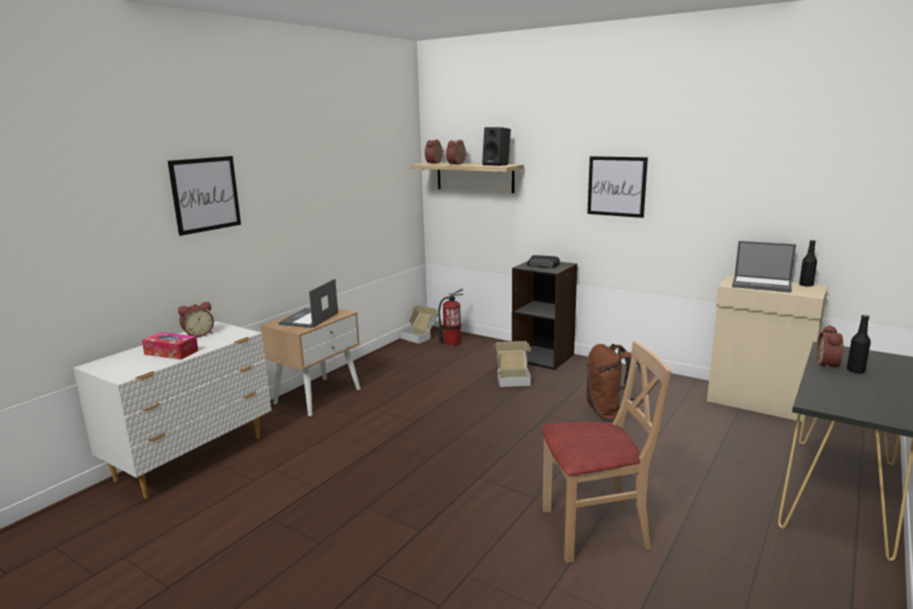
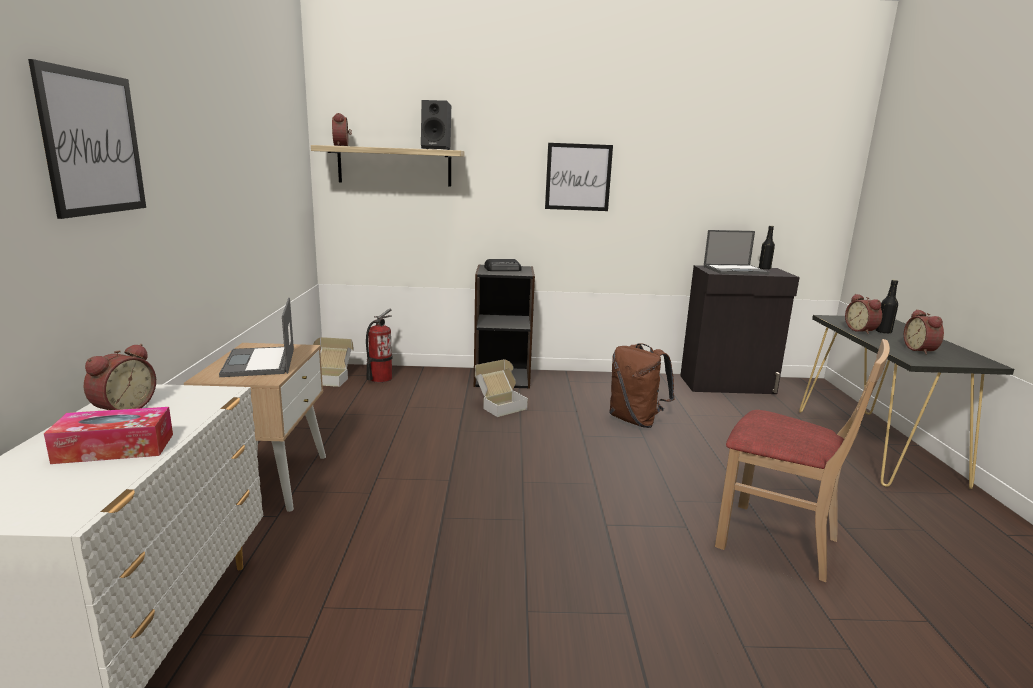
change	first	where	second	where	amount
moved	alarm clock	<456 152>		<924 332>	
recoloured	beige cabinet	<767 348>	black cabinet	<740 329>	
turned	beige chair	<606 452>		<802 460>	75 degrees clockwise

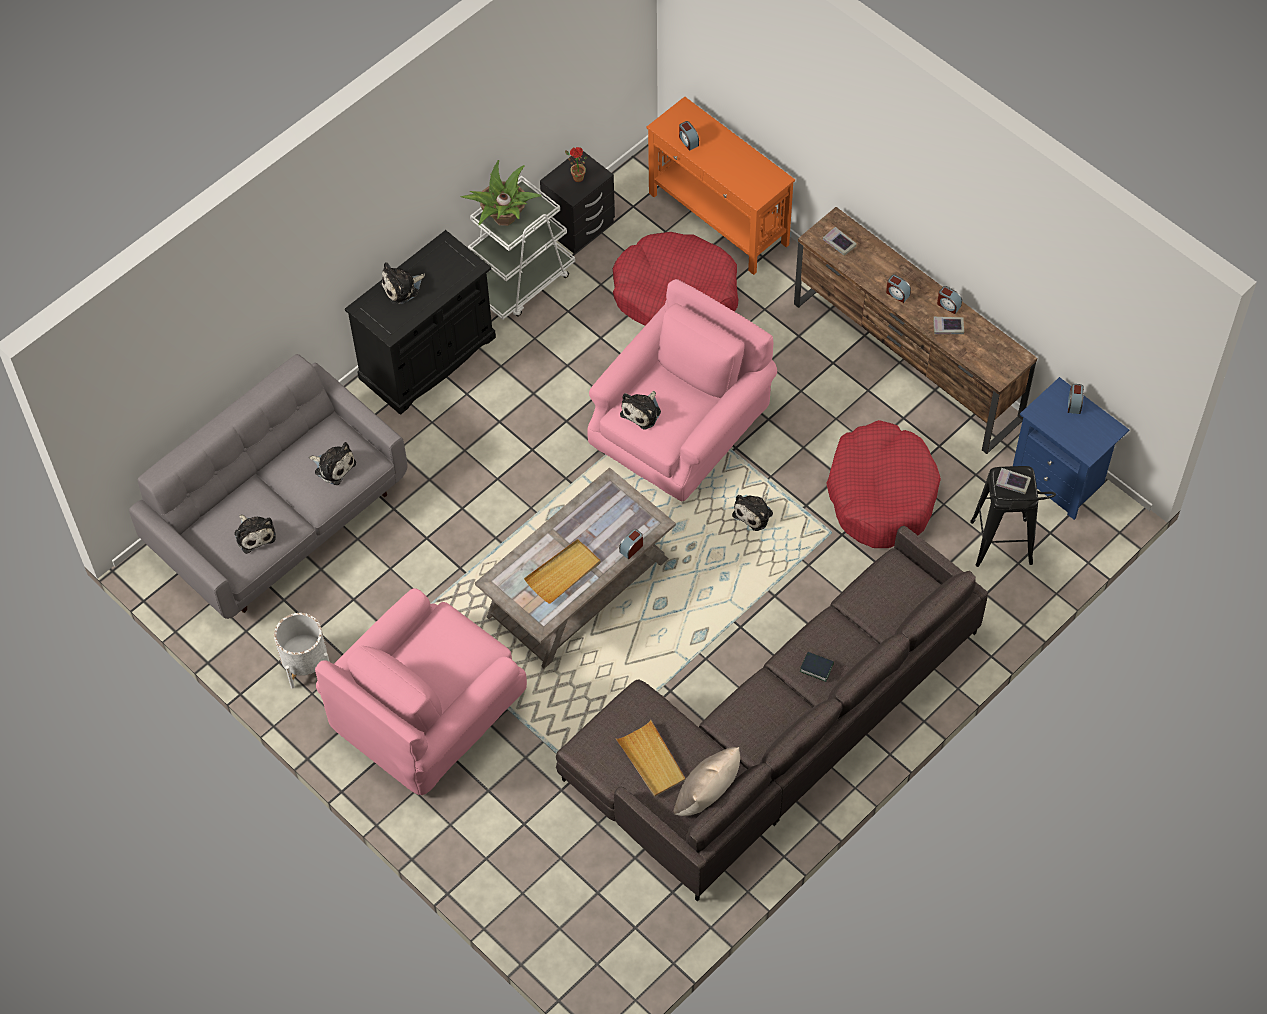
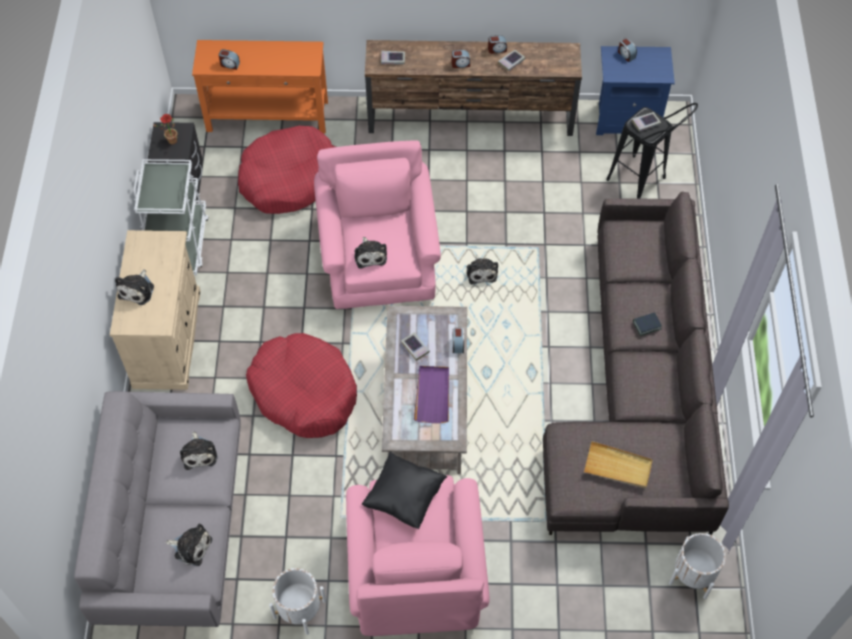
change	first	where	second	where	amount
removed	potted plant	<501 193>			
recoloured	black cabinet	<420 322>	beige cabinet	<155 310>	
moved	red dog bed	<883 484>		<301 385>	
turned	plush toy	<332 463>		<198 450>	90 degrees clockwise
recoloured	beige tray	<562 571>	purple tray	<431 394>	
removed	beige pillow	<706 781>			
added			book	<415 346>	
added			black pillow	<404 490>	
added			white planter	<697 566>	

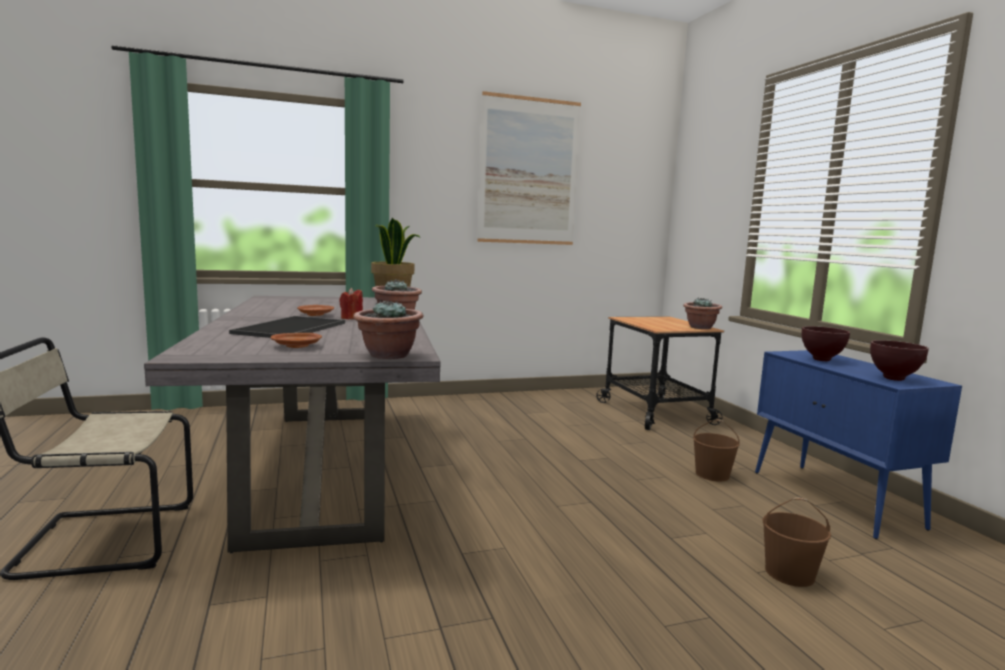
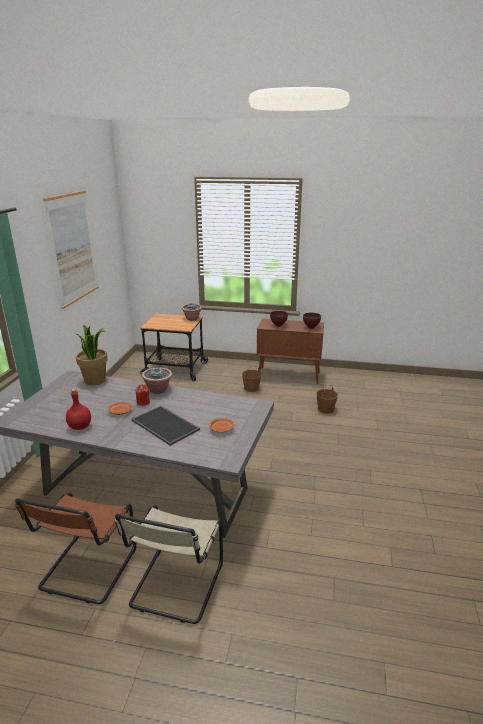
change	first	where	second	where	amount
removed	potted plant	<388 329>			
recoloured	blue cabinet	<858 444>	brown cabinet	<290 352>	
added			red bottle	<78 409>	
added			brown chair	<75 548>	

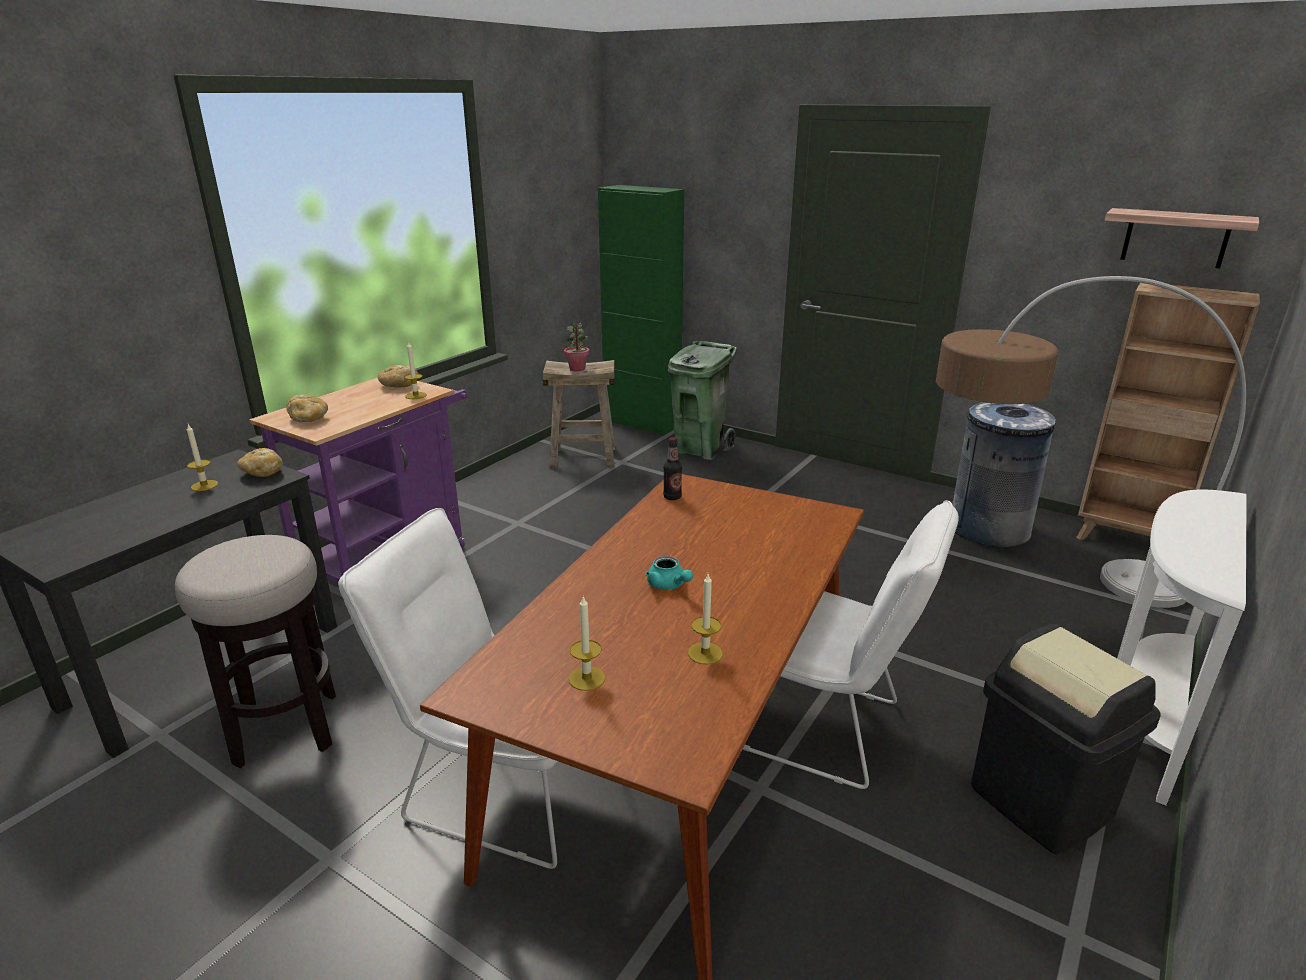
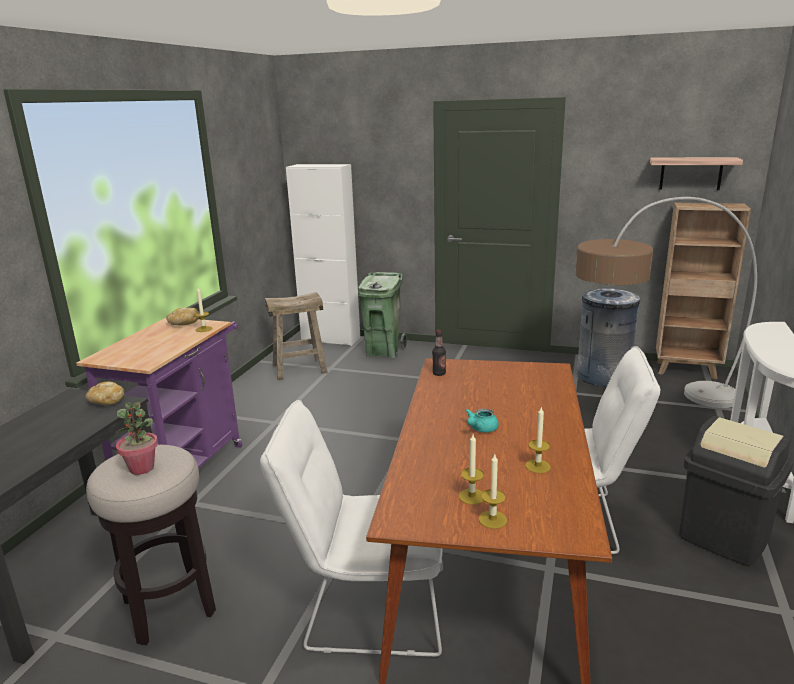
change	first	where	second	where	amount
recoloured	green cabinet	<641 310>	white cabinet	<323 255>	
moved	potted plant	<576 347>		<137 438>	
removed	bread	<307 408>			
moved	candle	<202 457>		<493 491>	
turned	turquoise teapot	<669 573>		<482 420>	90 degrees clockwise

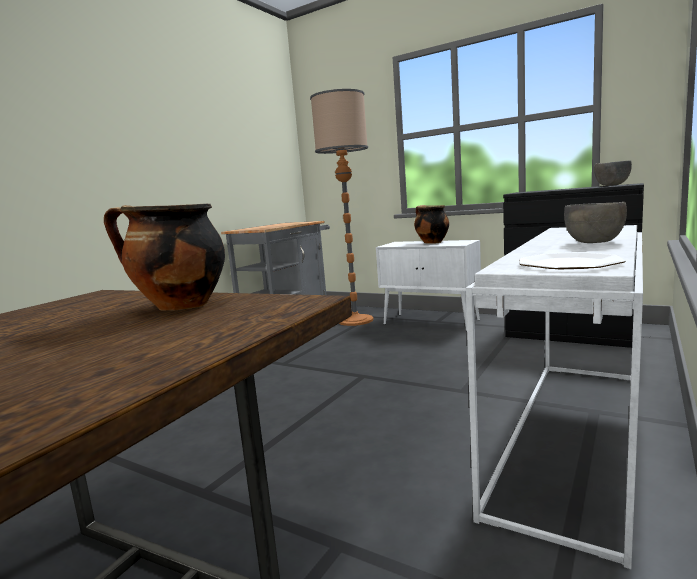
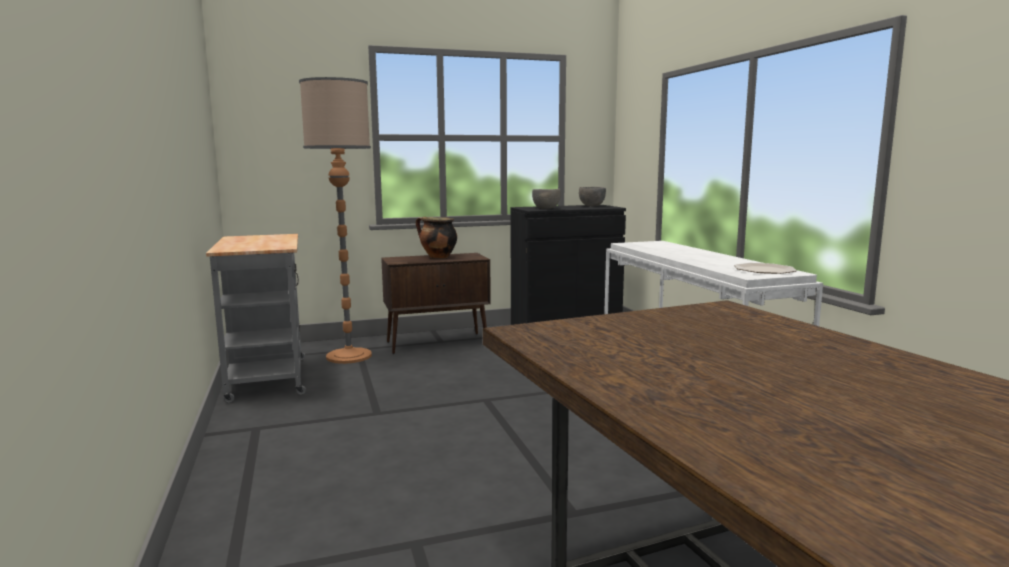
change	first	where	second	where	amount
moved	grey bowl	<595 222>		<546 199>	
removed	cooking pot	<164 257>			
recoloured	white cabinet	<428 285>	brown cabinet	<436 303>	

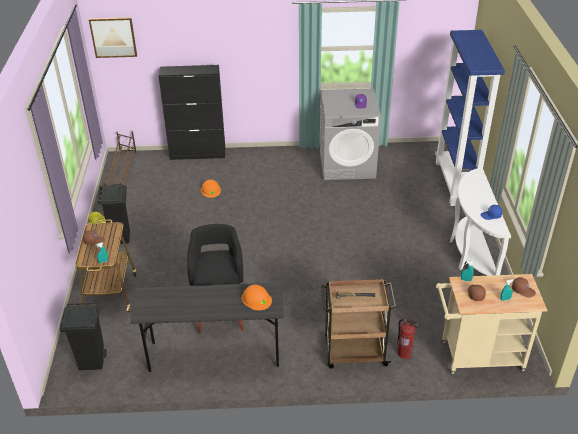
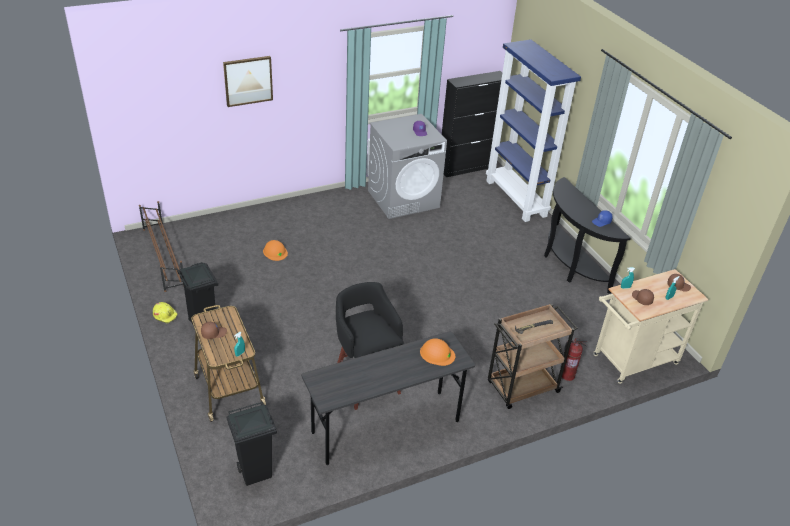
change	first	where	second	where	amount
moved	picture	<113 37>		<248 81>	
moved	black cabinet	<191 112>		<472 124>	
recoloured	white console table	<480 222>	black console table	<587 235>	

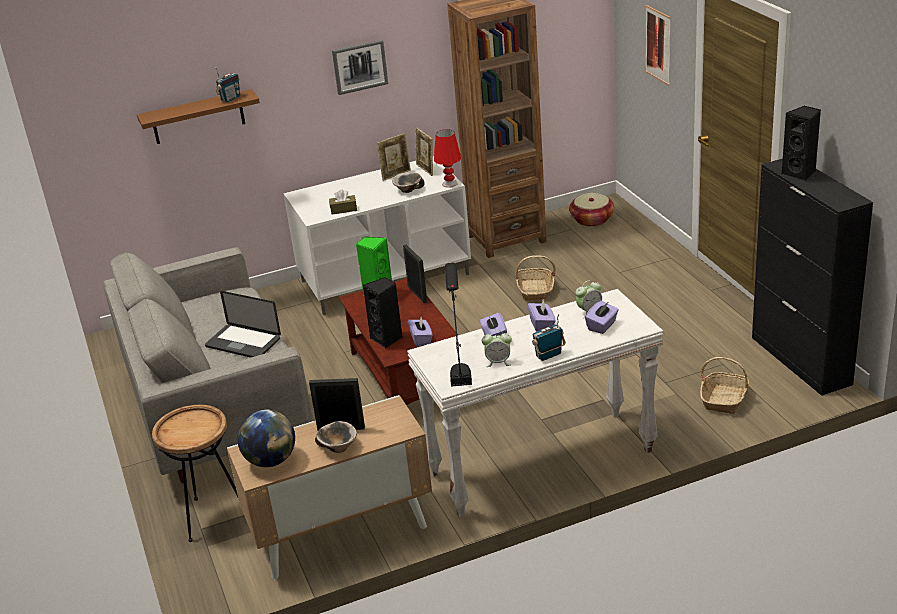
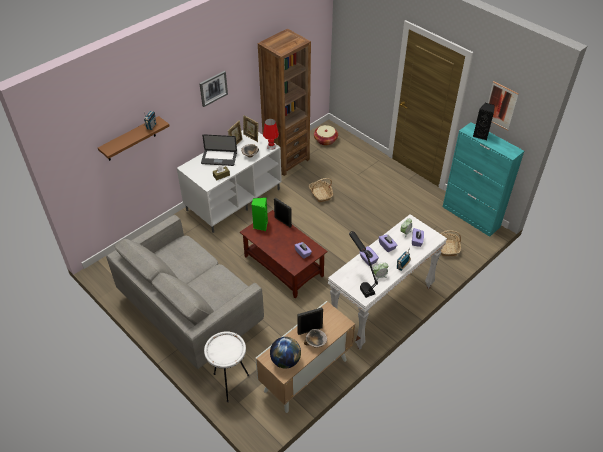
change	first	where	second	where	amount
moved	picture	<658 45>		<503 105>	
recoloured	black cabinet	<812 277>	turquoise cabinet	<483 179>	
removed	black speaker	<383 313>			
moved	laptop	<243 324>		<219 150>	
recoloured	brown side table	<195 473>	white side table	<226 366>	

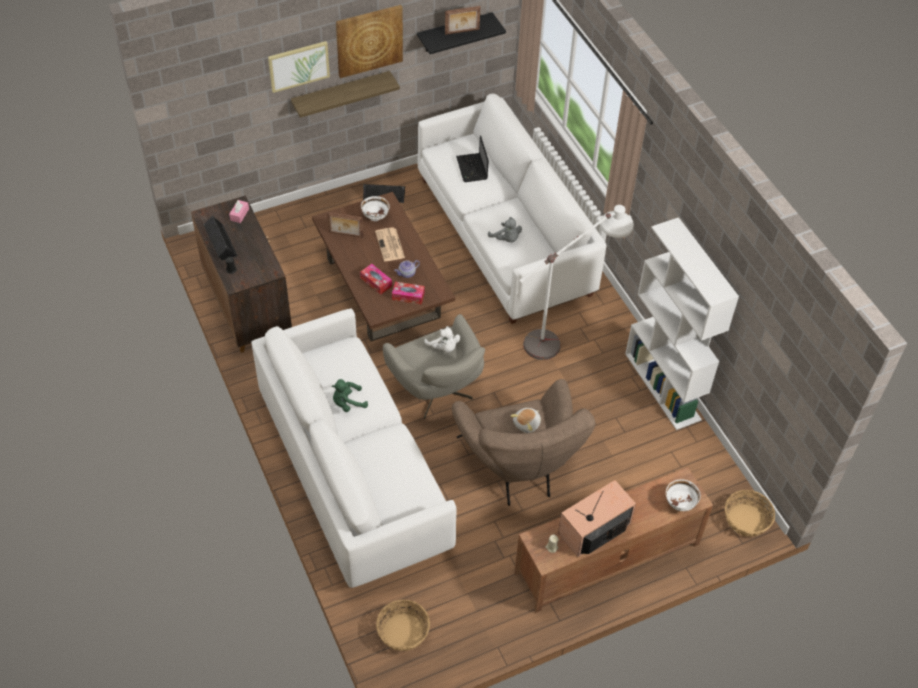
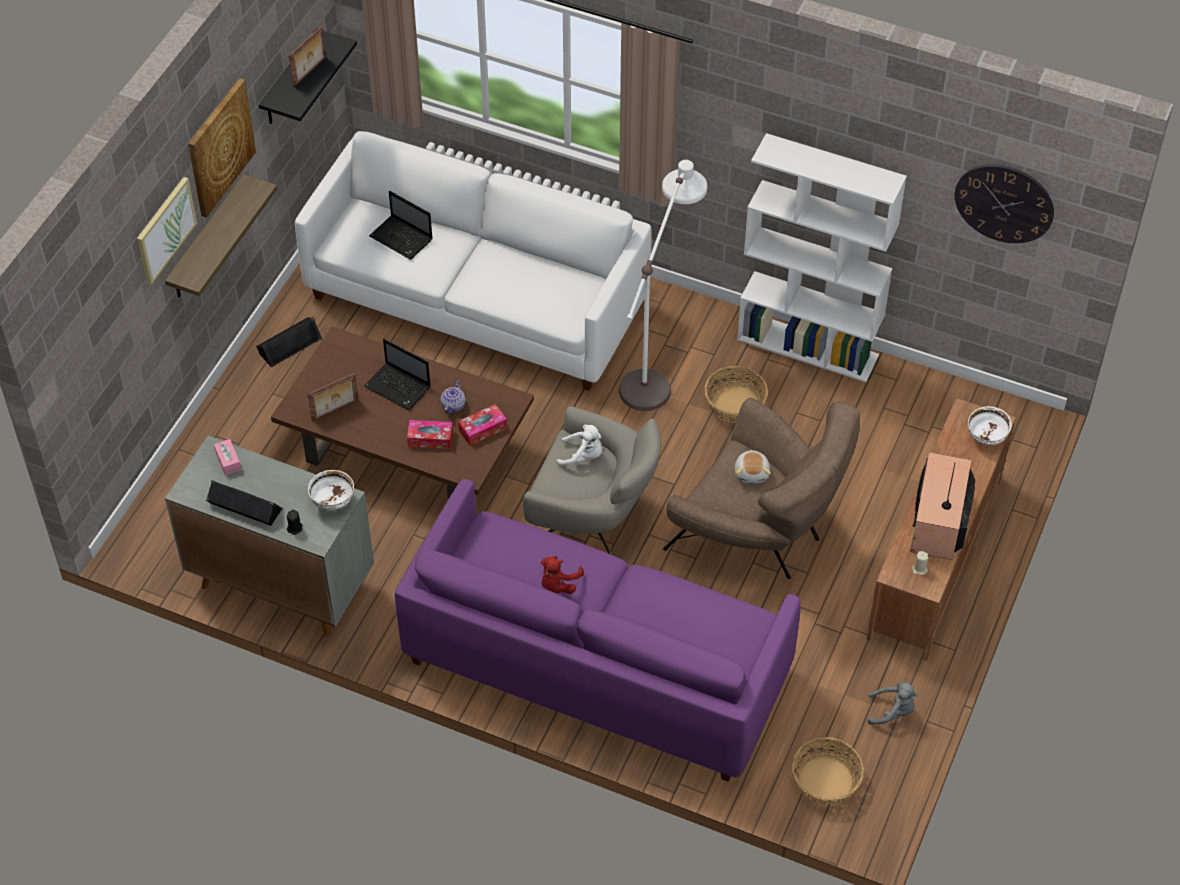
change	first	where	second	where	amount
recoloured	brown cabinet	<241 274>	grey cabinet	<269 536>	
moved	white bowl	<375 208>		<331 490>	
moved	grey plush toy	<505 229>		<892 703>	
replaced	newspaper	<390 244>	laptop	<397 374>	
recoloured	white sofa	<353 448>	purple sofa	<598 630>	
recoloured	green plush toy	<350 395>	red plush toy	<562 575>	
moved	basket	<750 513>		<736 394>	
added			wall clock	<1004 204>	

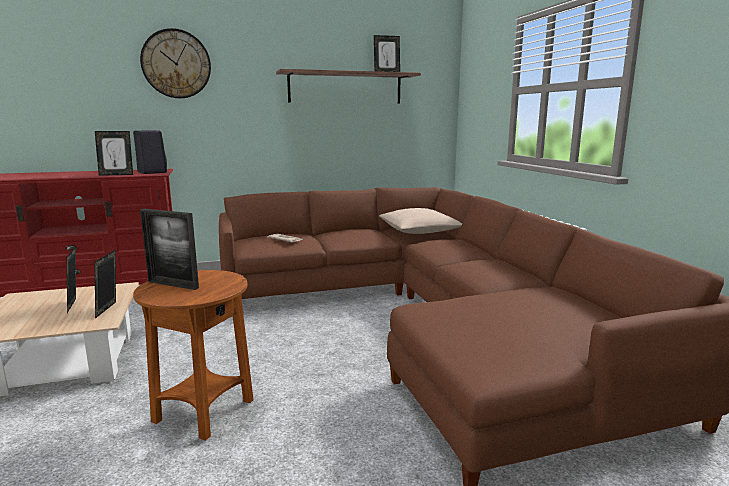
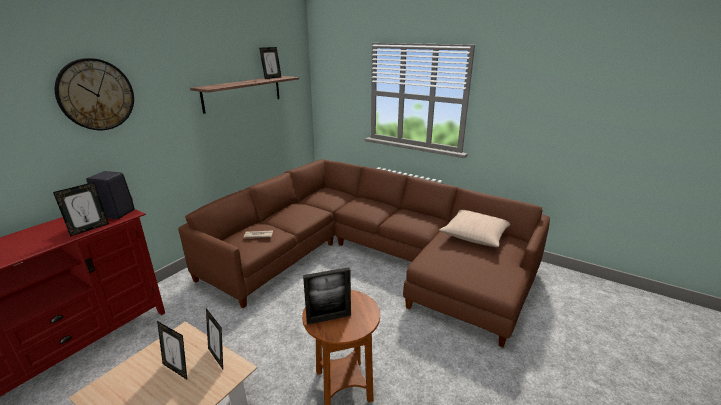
change	first	where	second	where	amount
moved	beige pillow	<420 221>		<474 228>	

